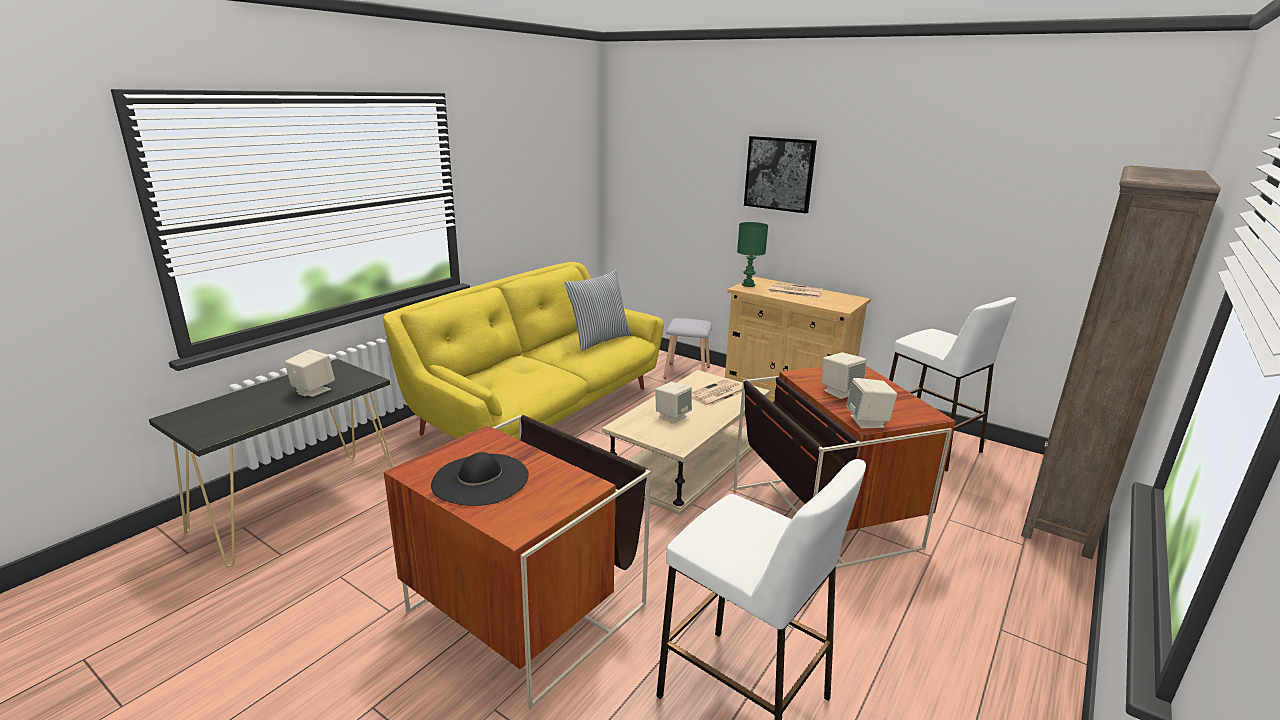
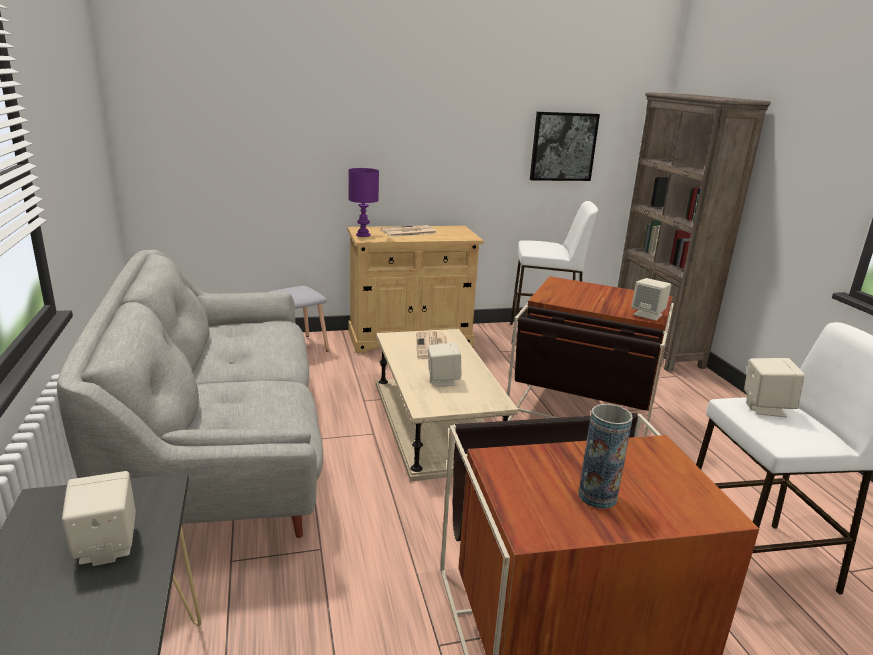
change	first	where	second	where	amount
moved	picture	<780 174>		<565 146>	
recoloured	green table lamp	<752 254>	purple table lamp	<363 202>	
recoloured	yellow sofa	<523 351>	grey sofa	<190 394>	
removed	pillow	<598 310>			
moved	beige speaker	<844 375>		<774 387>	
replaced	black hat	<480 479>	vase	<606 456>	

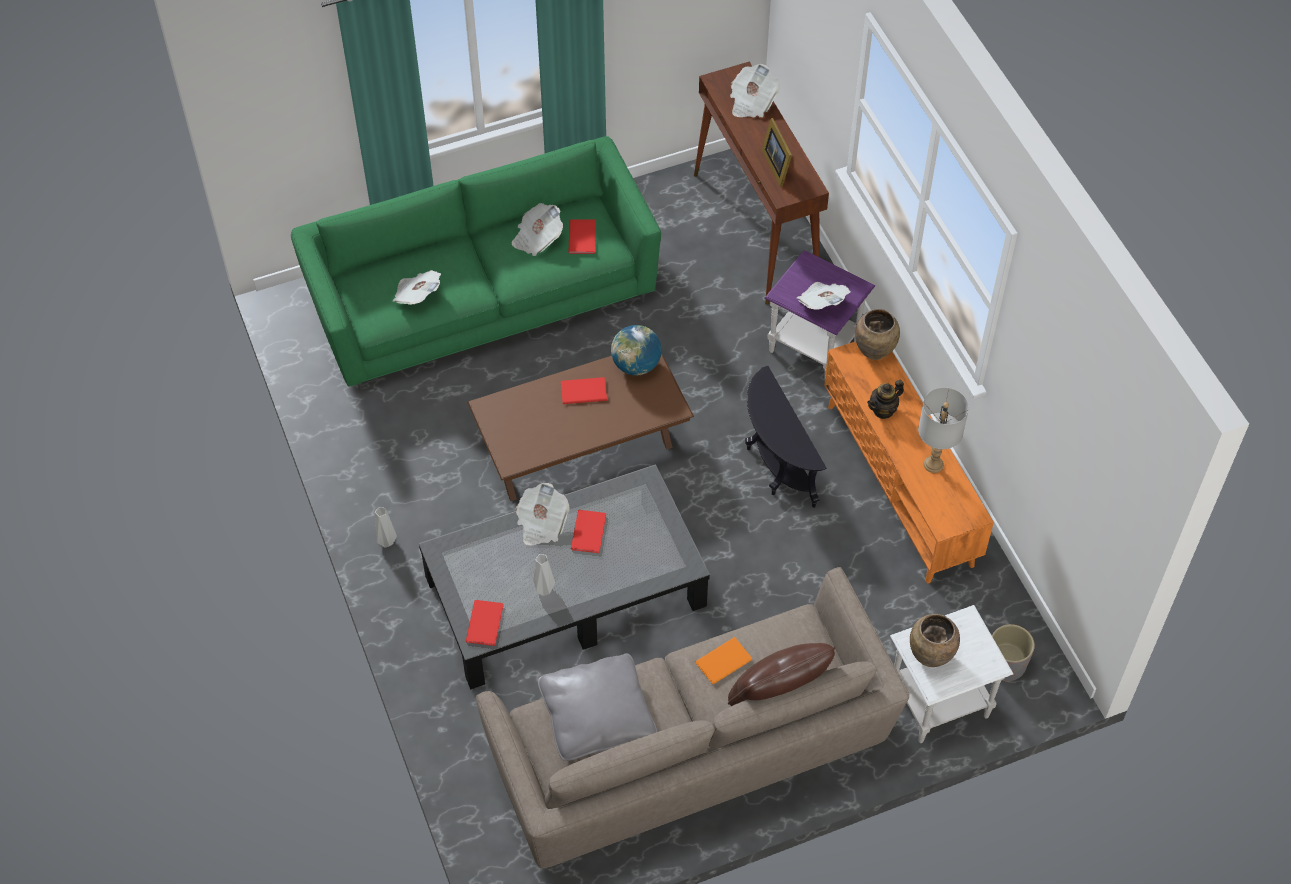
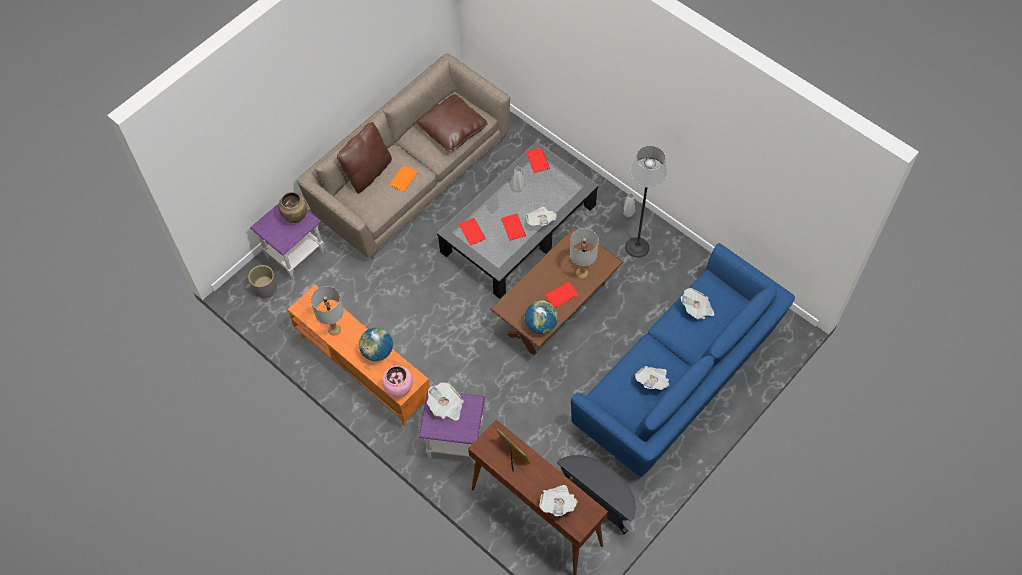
change	first	where	second	where	amount
recoloured	green sofa	<476 263>	blue sofa	<683 360>	
moved	red book	<582 237>		<472 231>	
recoloured	brown vase	<877 334>	pink vase	<397 381>	
moved	black side table	<786 437>		<596 495>	
replaced	teapot	<885 399>	globe	<376 344>	
recoloured	white side table	<951 674>	purple side table	<287 241>	
recoloured	grey pillow	<597 707>	brown pillow	<452 123>	
added			floor lamp	<646 202>	
added			grey table lamp	<584 253>	

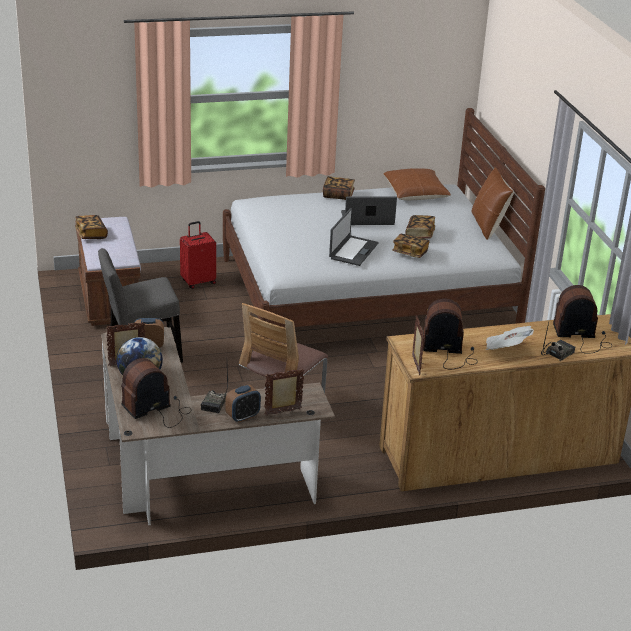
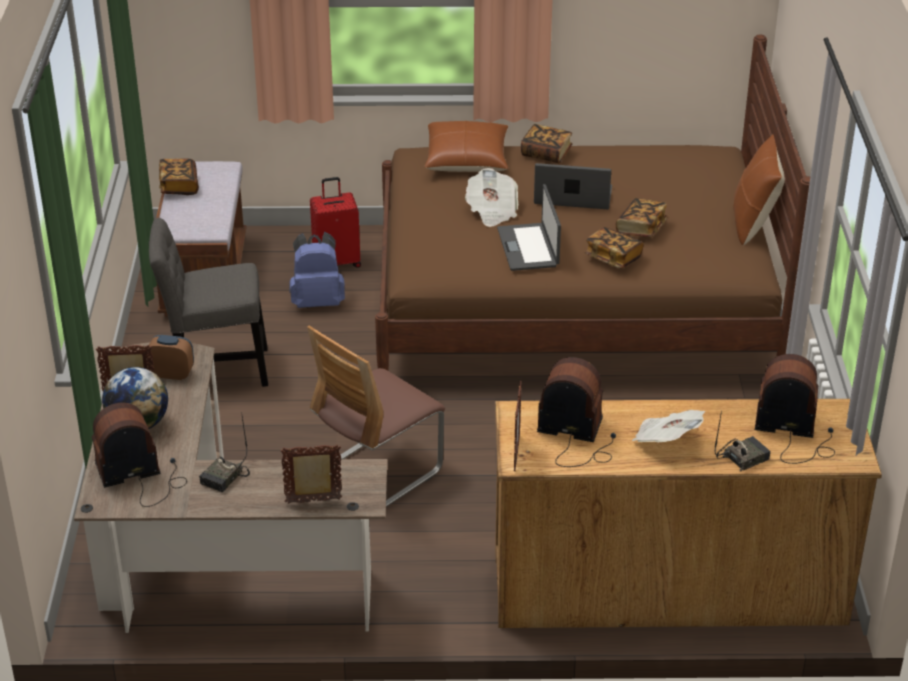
change	first	where	second	where	amount
recoloured	white bed	<384 223>	brown bed	<592 202>	
moved	brown pillow	<417 184>		<466 146>	
turned	laptop	<354 237>		<529 227>	135 degrees clockwise
removed	alarm clock	<243 404>			
added			newspaper	<491 197>	
added			blue backpack	<317 270>	

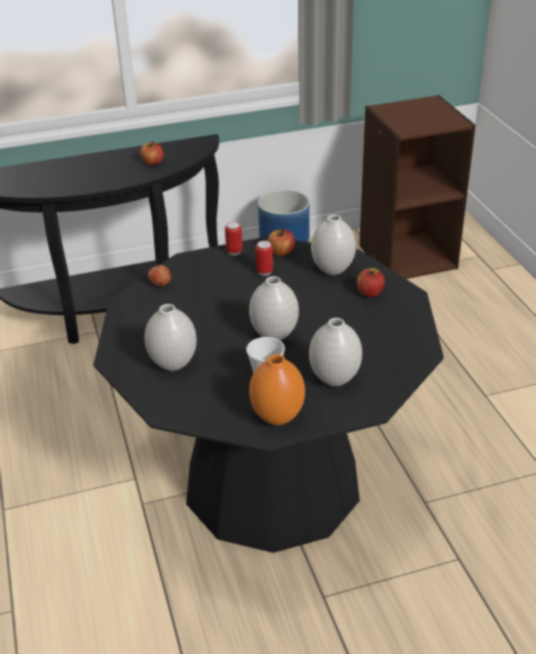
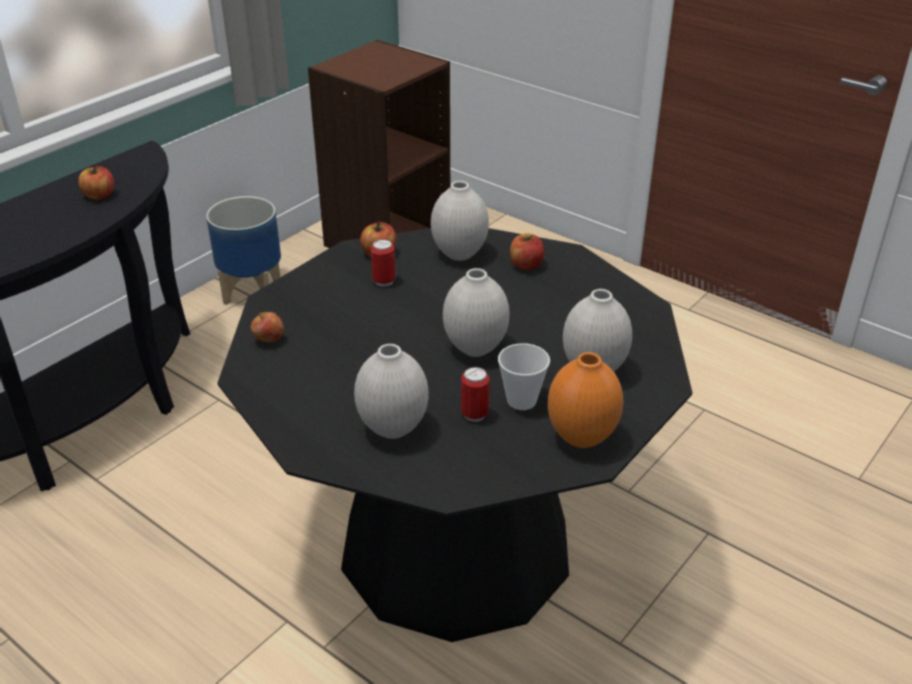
change	first	where	second	where	amount
moved	can	<234 238>		<475 394>	

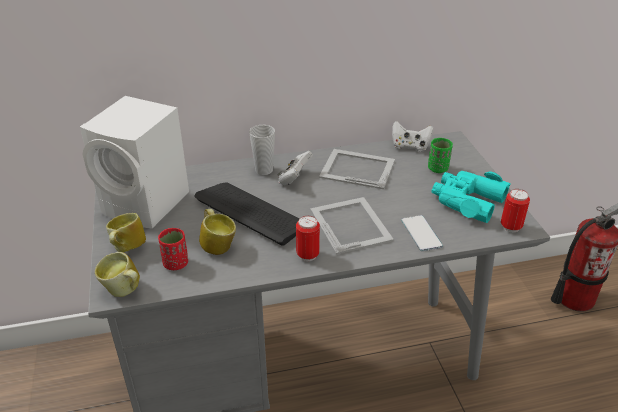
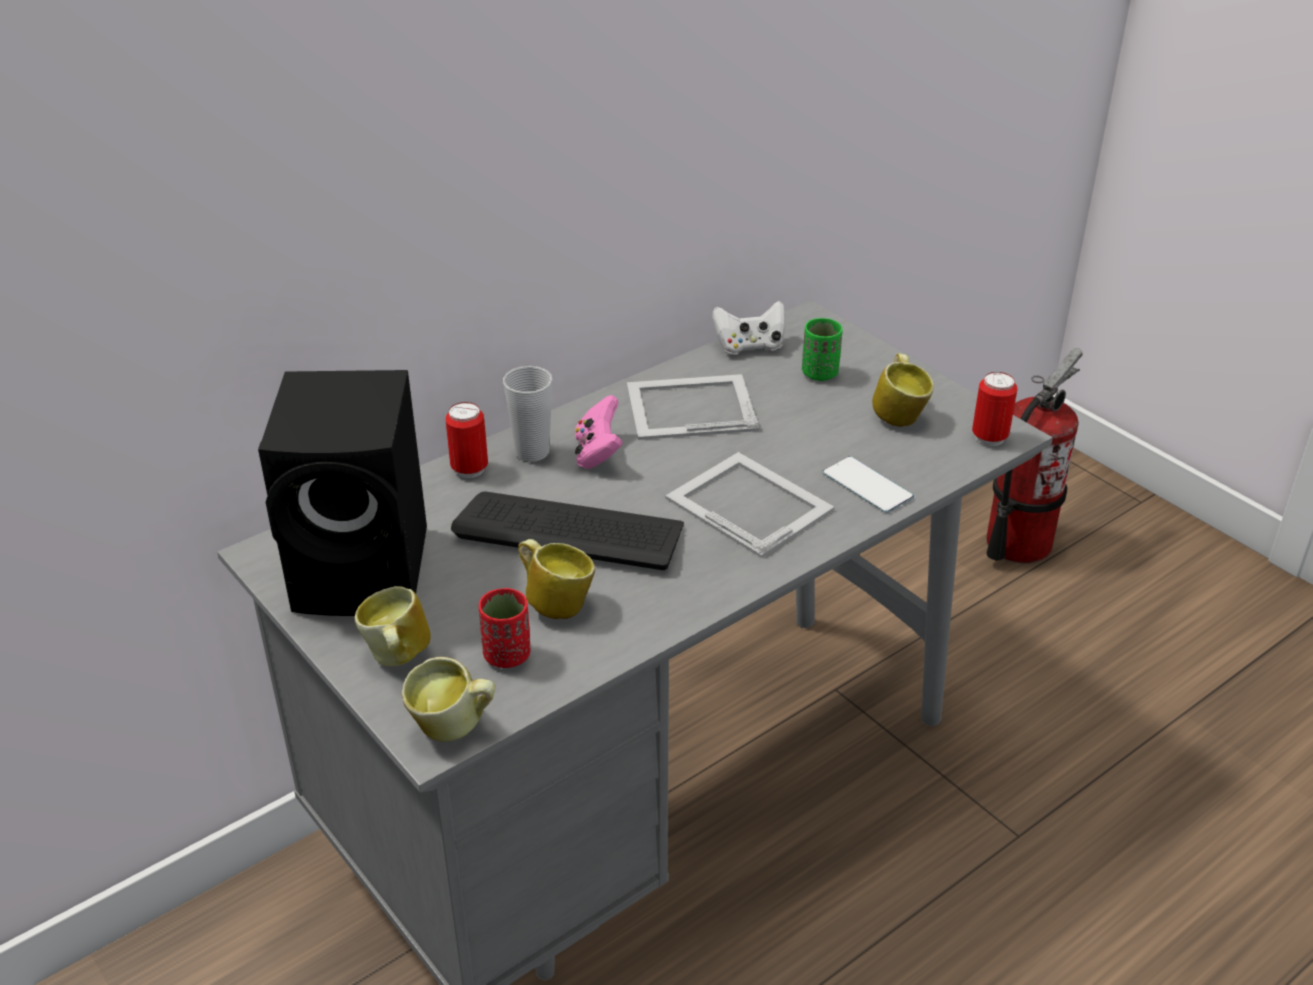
change	first	where	second	where	amount
recoloured	white speaker	<134 162>	black speaker	<342 493>	
recoloured	white game controller	<295 168>	pink game controller	<599 432>	
replaced	turquoise binoculars	<471 197>	mug	<903 390>	
moved	can	<308 238>		<466 440>	

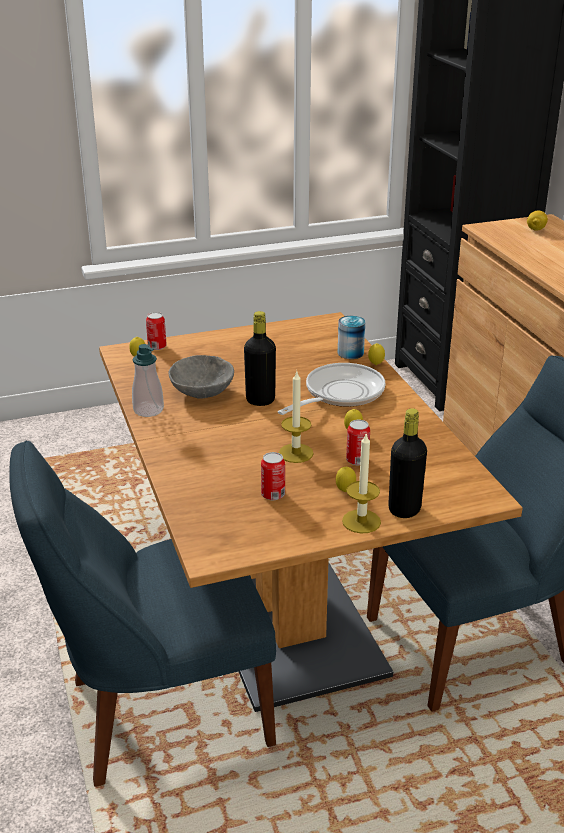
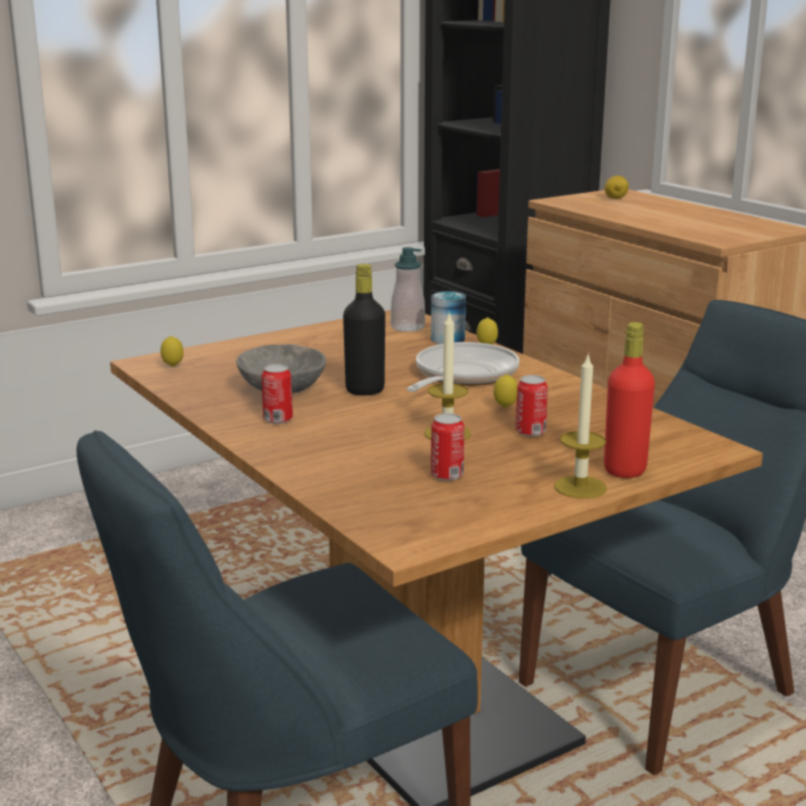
change	first	where	second	where	amount
moved	can	<156 331>		<277 394>	
moved	soap dispenser	<148 380>		<407 289>	
recoloured	black bottle	<407 463>	red bottle	<629 400>	
removed	lemon	<346 479>			

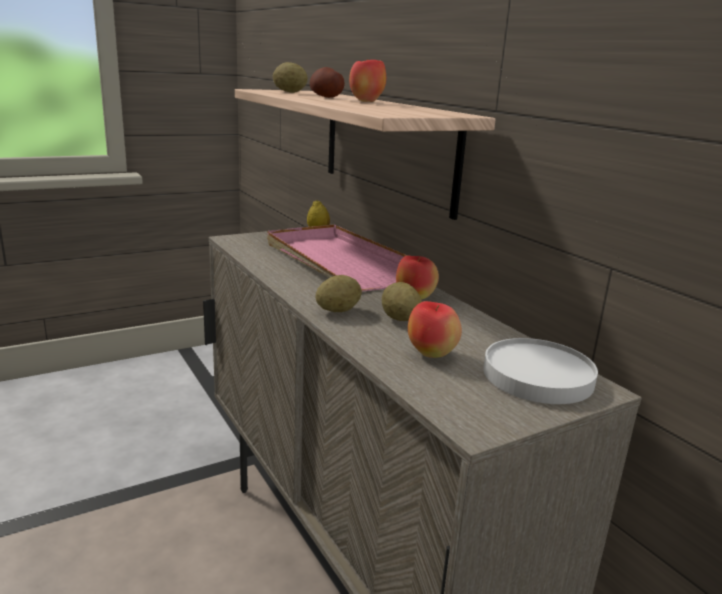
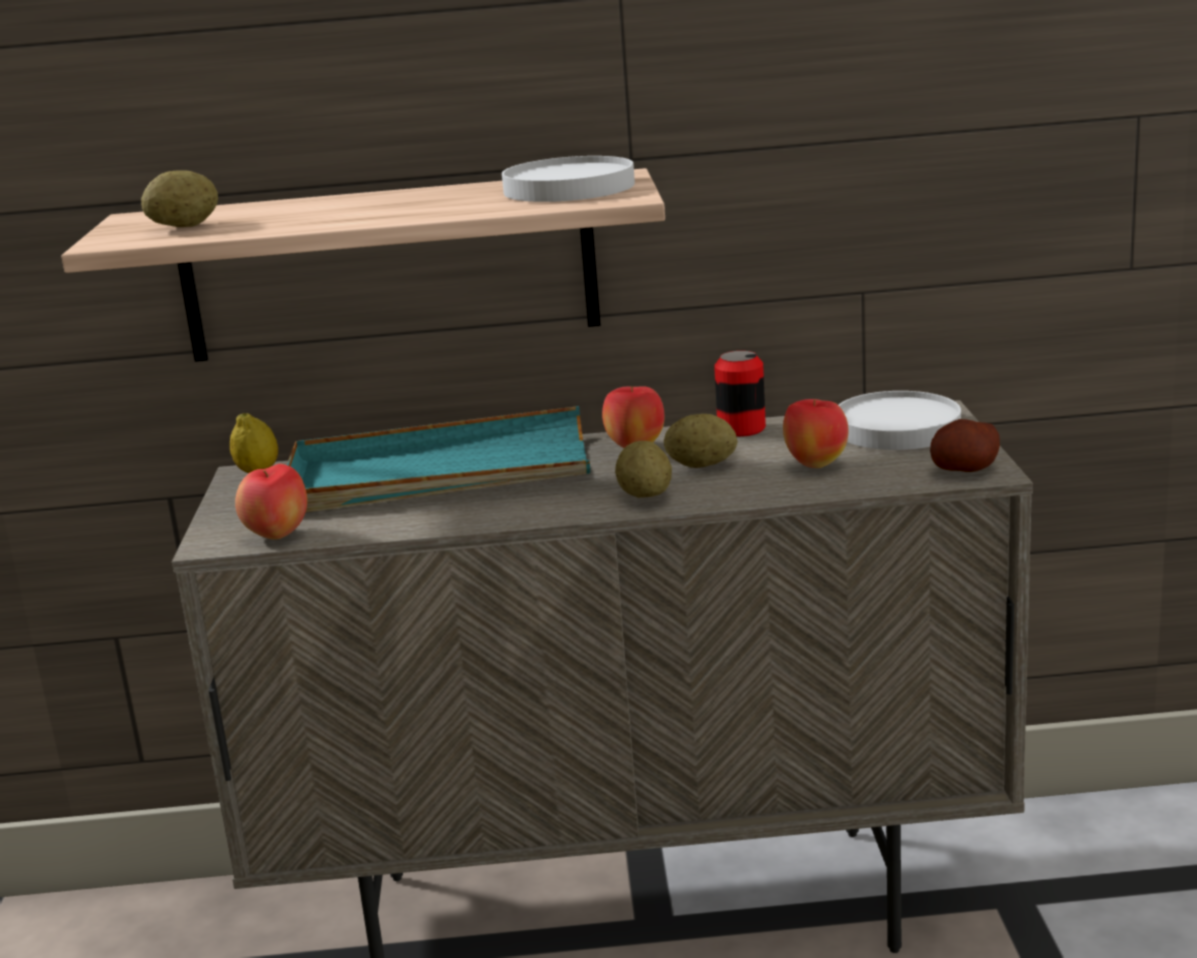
change	first	where	second	where	amount
moved	apple	<367 80>		<271 502>	
moved	potato	<327 82>		<965 445>	
recoloured	pink tray	<337 257>	turquoise tray	<438 459>	
added			white plate	<568 179>	
added			can	<740 394>	

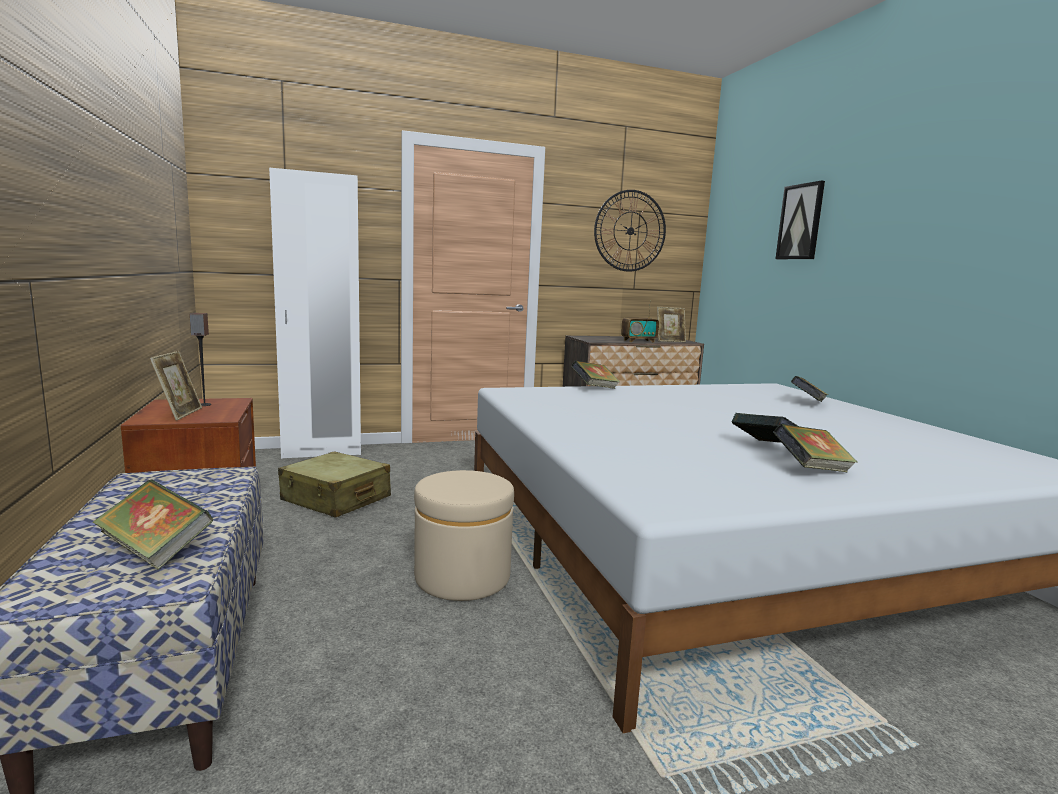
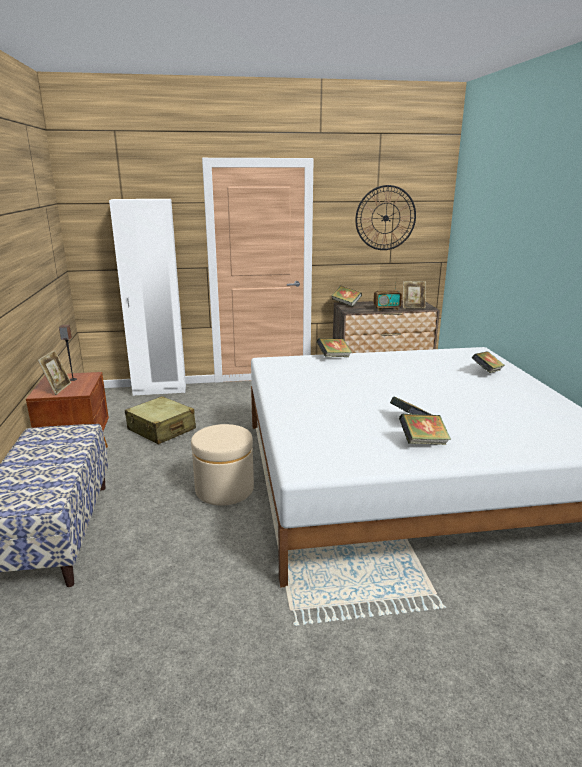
change	first	where	second	where	amount
removed	picture	<800 220>			
moved	book	<152 524>		<347 296>	

